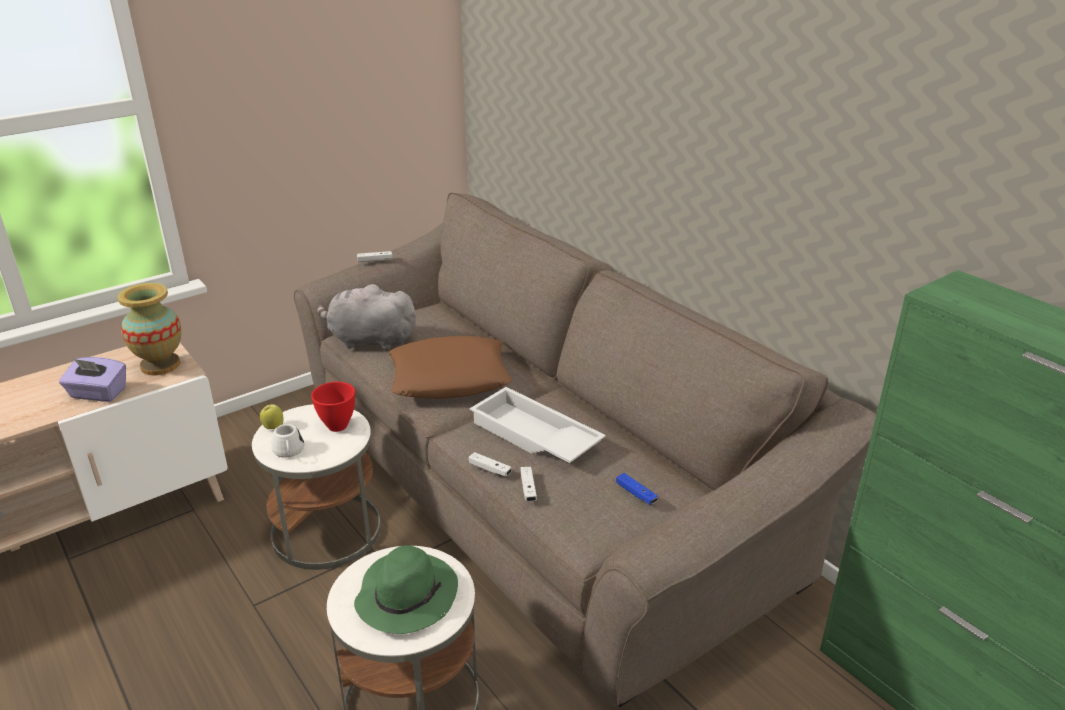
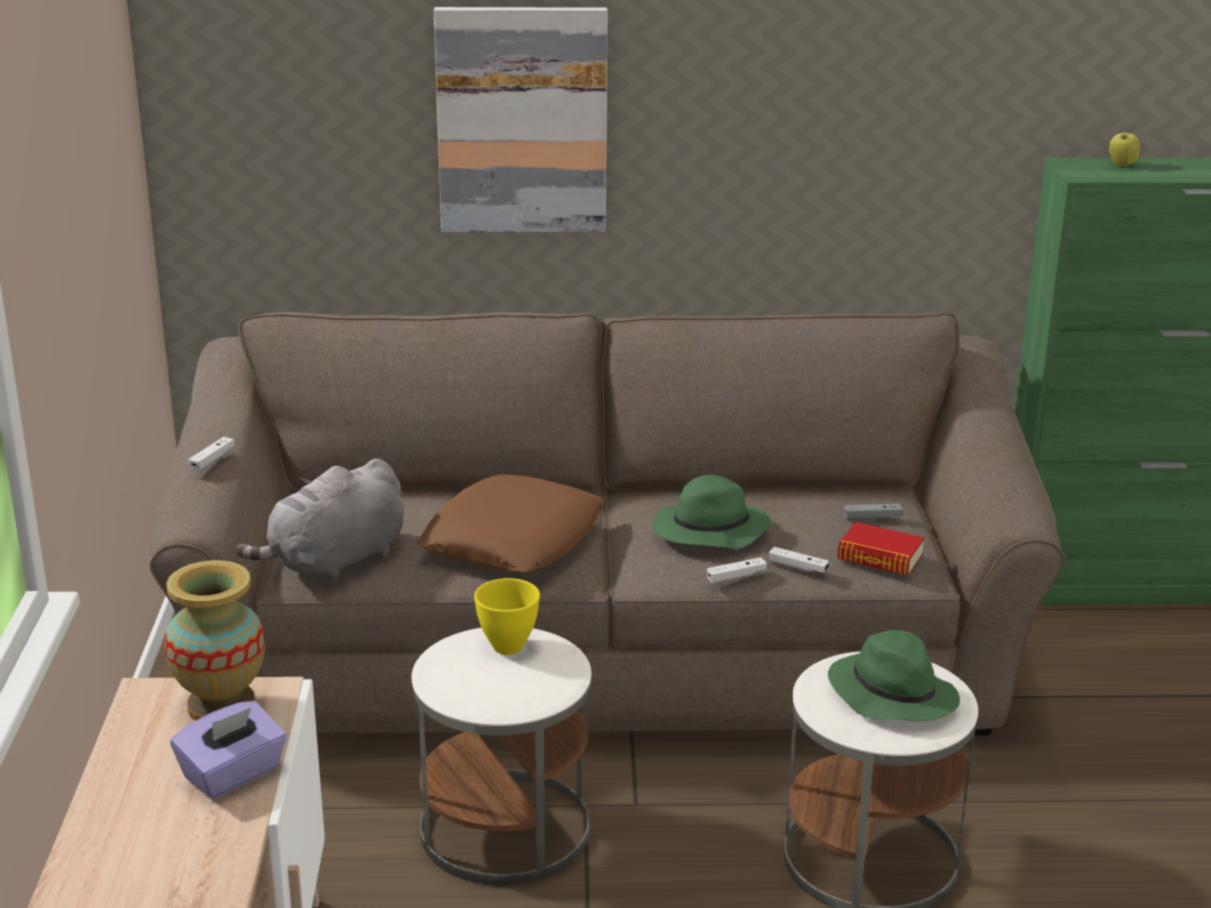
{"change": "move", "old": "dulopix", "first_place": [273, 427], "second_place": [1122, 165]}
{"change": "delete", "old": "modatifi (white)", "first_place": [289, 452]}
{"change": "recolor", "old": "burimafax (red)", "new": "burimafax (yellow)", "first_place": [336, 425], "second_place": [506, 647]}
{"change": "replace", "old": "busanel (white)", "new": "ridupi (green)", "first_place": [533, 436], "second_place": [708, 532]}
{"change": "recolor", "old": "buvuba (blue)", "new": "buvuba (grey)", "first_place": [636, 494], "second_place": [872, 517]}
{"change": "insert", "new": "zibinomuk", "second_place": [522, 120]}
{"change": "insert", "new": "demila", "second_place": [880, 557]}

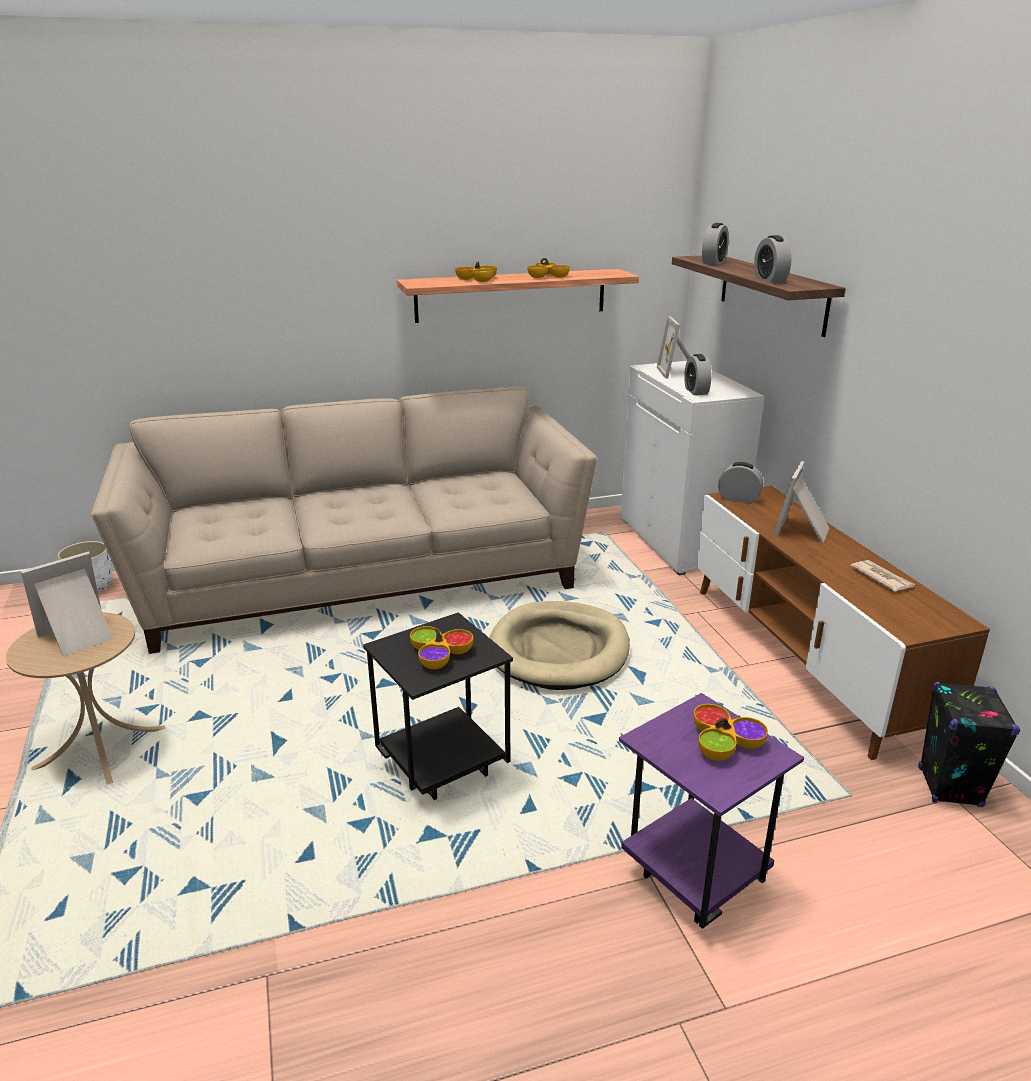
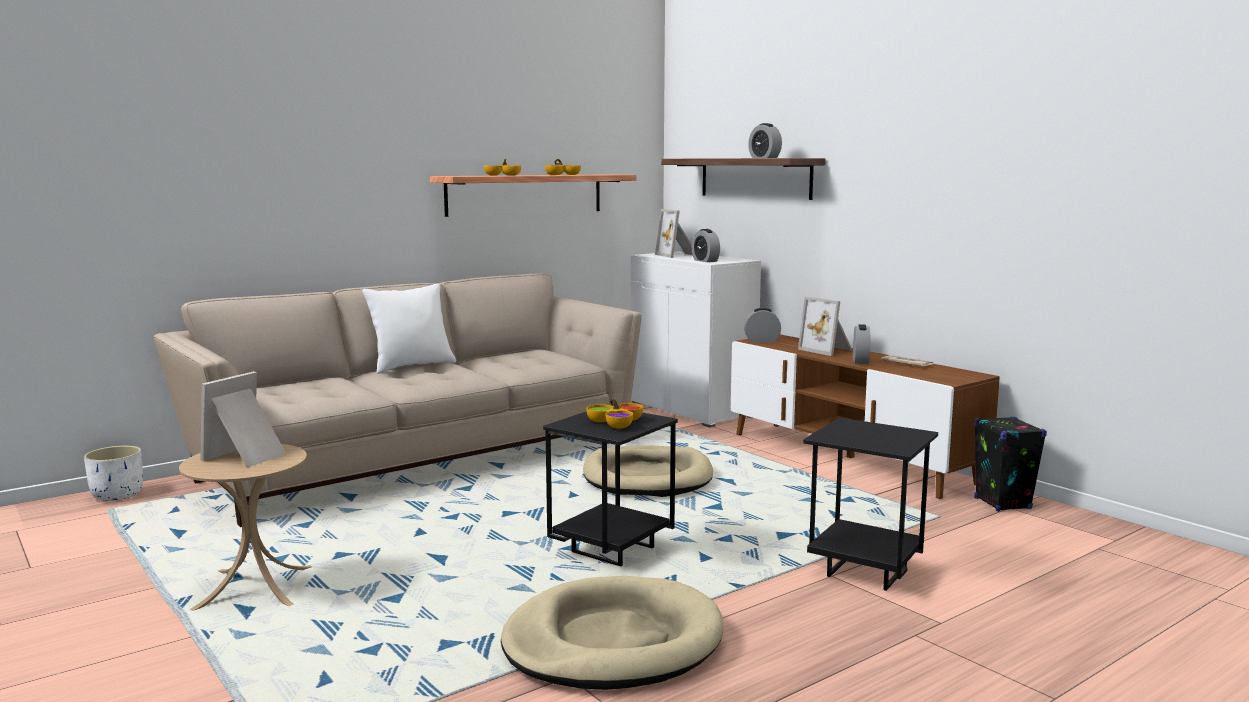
{"change": "recolor", "old": "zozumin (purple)", "new": "zozumin (black)", "first_place": [695, 879], "second_place": [866, 571]}
{"change": "delete", "old": "burimafax", "first_place": [724, 742]}
{"change": "move", "old": "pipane", "first_place": [713, 262], "second_place": [860, 361]}
{"change": "rotate", "old": "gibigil", "first_place": [803, 531], "second_place": [827, 350], "degrees": -45}
{"change": "insert", "new": "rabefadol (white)", "second_place": [411, 366]}
{"change": "insert", "new": "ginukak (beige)", "second_place": [612, 642]}

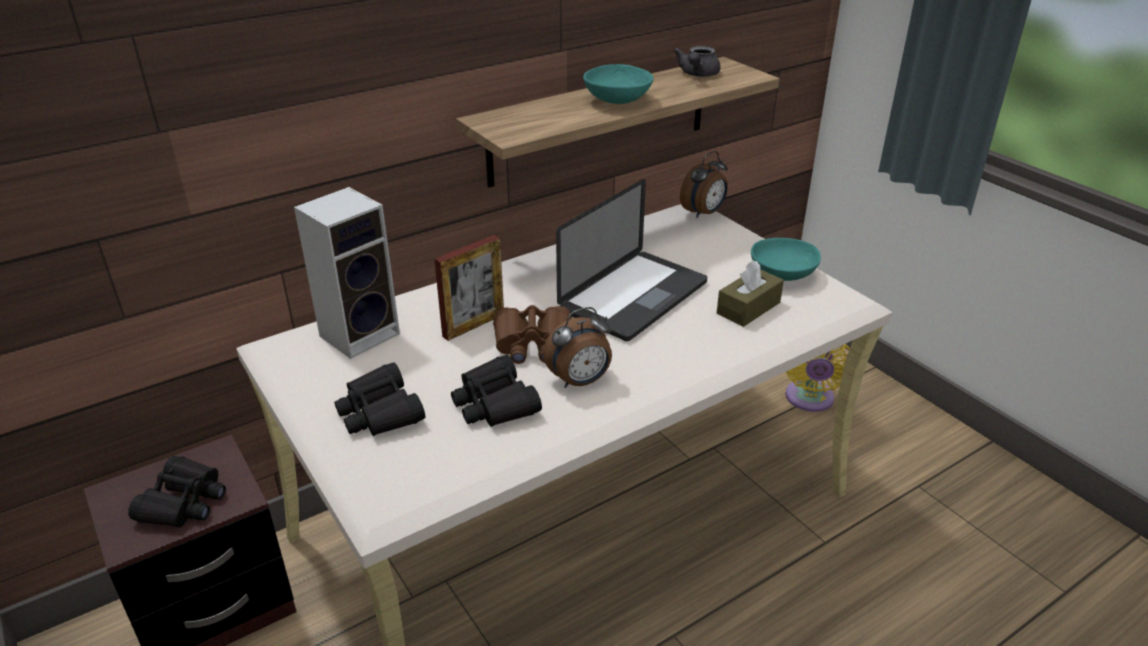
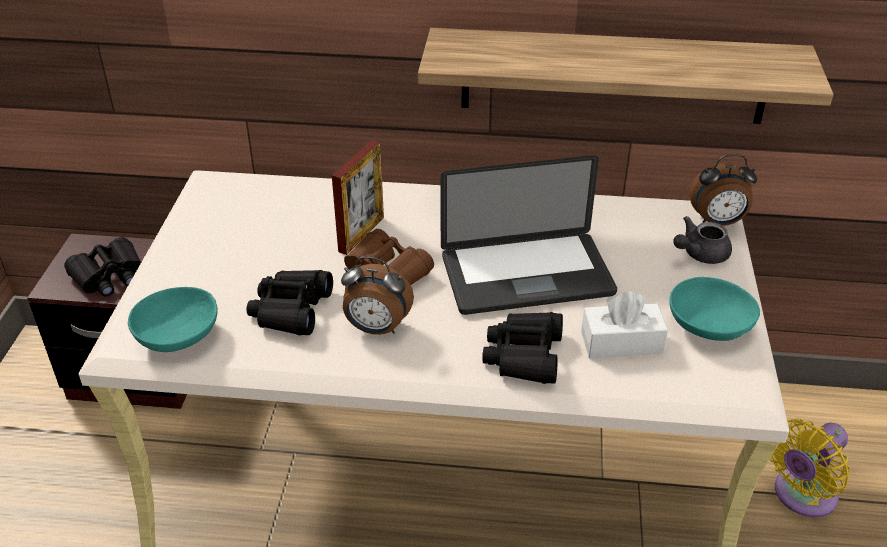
{"change": "delete", "old": "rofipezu", "first_place": [361, 333]}
{"change": "move", "old": "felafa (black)", "first_place": [380, 412], "second_place": [524, 355]}
{"change": "rotate", "old": "gibigil", "first_place": [473, 325], "second_place": [361, 234], "degrees": -60}
{"change": "move", "old": "burimafax (turquoise)", "first_place": [616, 101], "second_place": [177, 337]}
{"change": "move", "old": "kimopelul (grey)", "first_place": [697, 75], "second_place": [699, 254]}
{"change": "recolor", "old": "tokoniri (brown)", "new": "tokoniri (white)", "first_place": [748, 308], "second_place": [621, 342]}

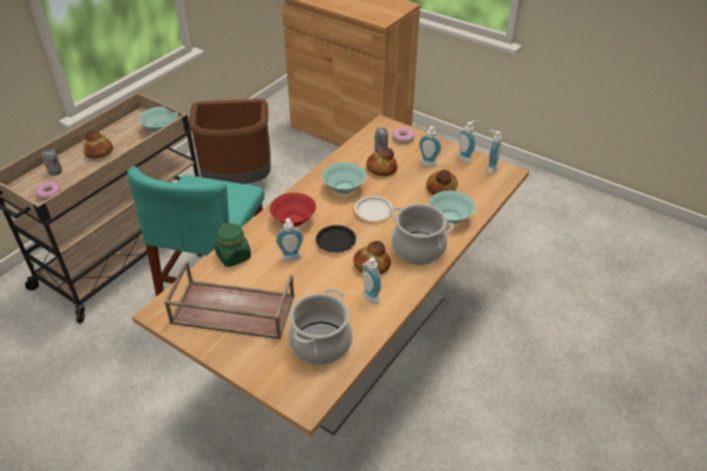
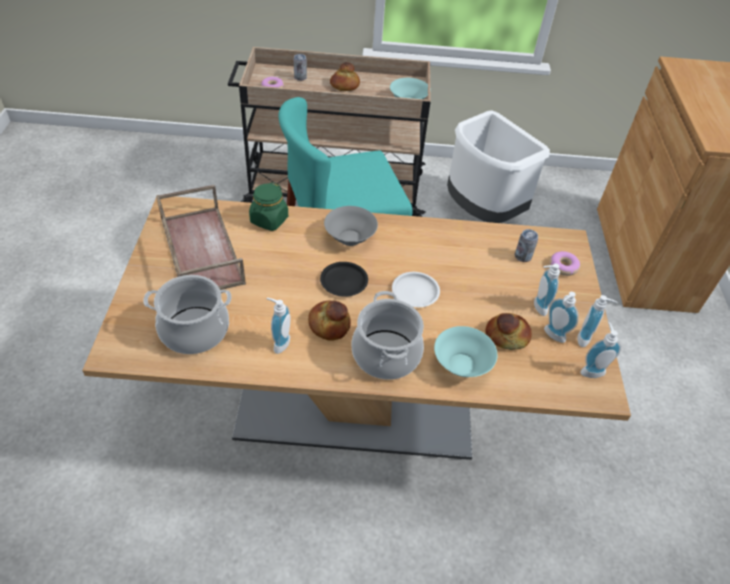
{"change": "recolor", "old": "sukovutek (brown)", "new": "sukovutek (white)", "first_place": [238, 181], "second_place": [482, 212]}
{"change": "recolor", "old": "burimafax (red)", "new": "burimafax (grey)", "first_place": [293, 220], "second_place": [350, 237]}
{"change": "move", "old": "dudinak", "first_place": [291, 259], "second_place": [552, 336]}
{"change": "delete", "old": "burimafax (turquoise)", "first_place": [344, 188]}
{"change": "delete", "old": "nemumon", "first_place": [381, 168]}

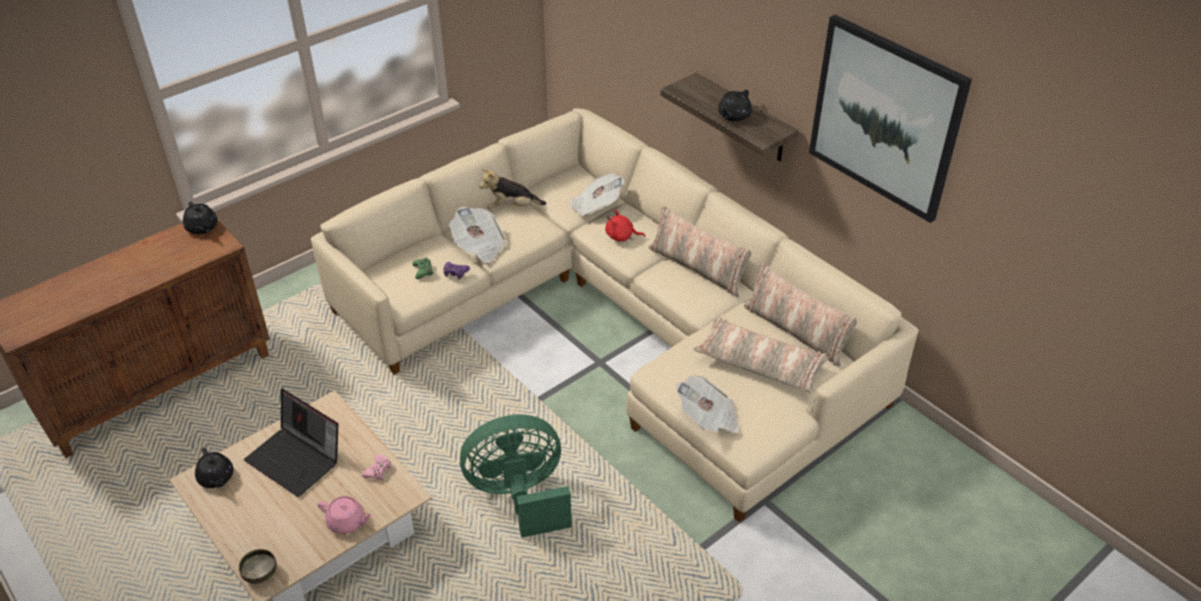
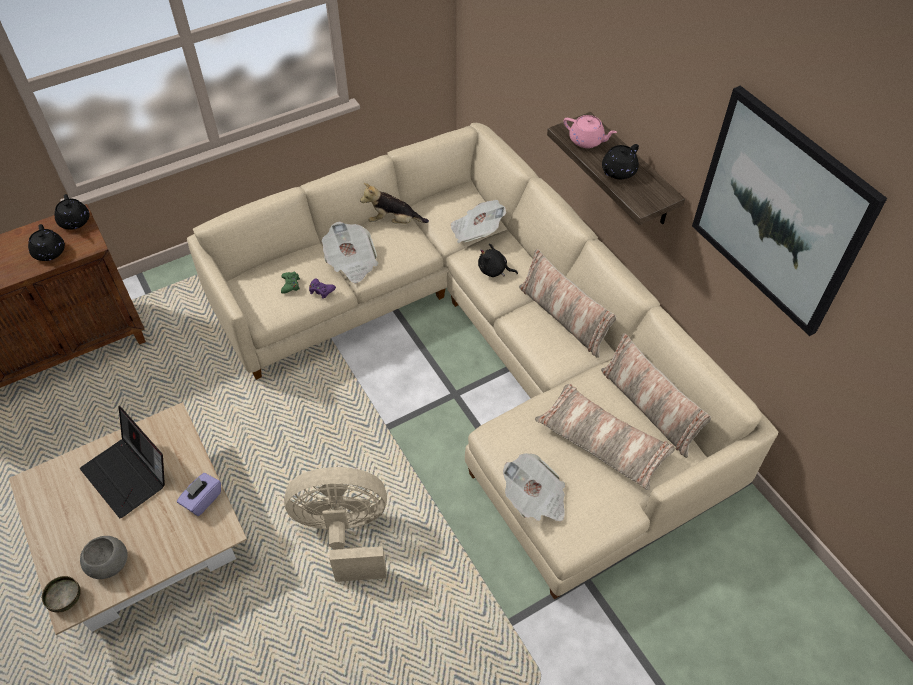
{"change": "move", "old": "kimopelul (black)", "first_place": [216, 478], "second_place": [49, 253]}
{"change": "move", "old": "kimopelul (pink)", "first_place": [347, 522], "second_place": [587, 141]}
{"change": "replace", "old": "buvuba (pink)", "new": "tokoniri (purple)", "first_place": [378, 470], "second_place": [202, 500]}
{"change": "recolor", "old": "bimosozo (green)", "new": "bimosozo (beige)", "first_place": [519, 496], "second_place": [345, 534]}
{"change": "recolor", "old": "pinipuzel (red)", "new": "pinipuzel (black)", "first_place": [621, 237], "second_place": [494, 270]}
{"change": "insert", "new": "burimafax (grey)", "second_place": [109, 565]}

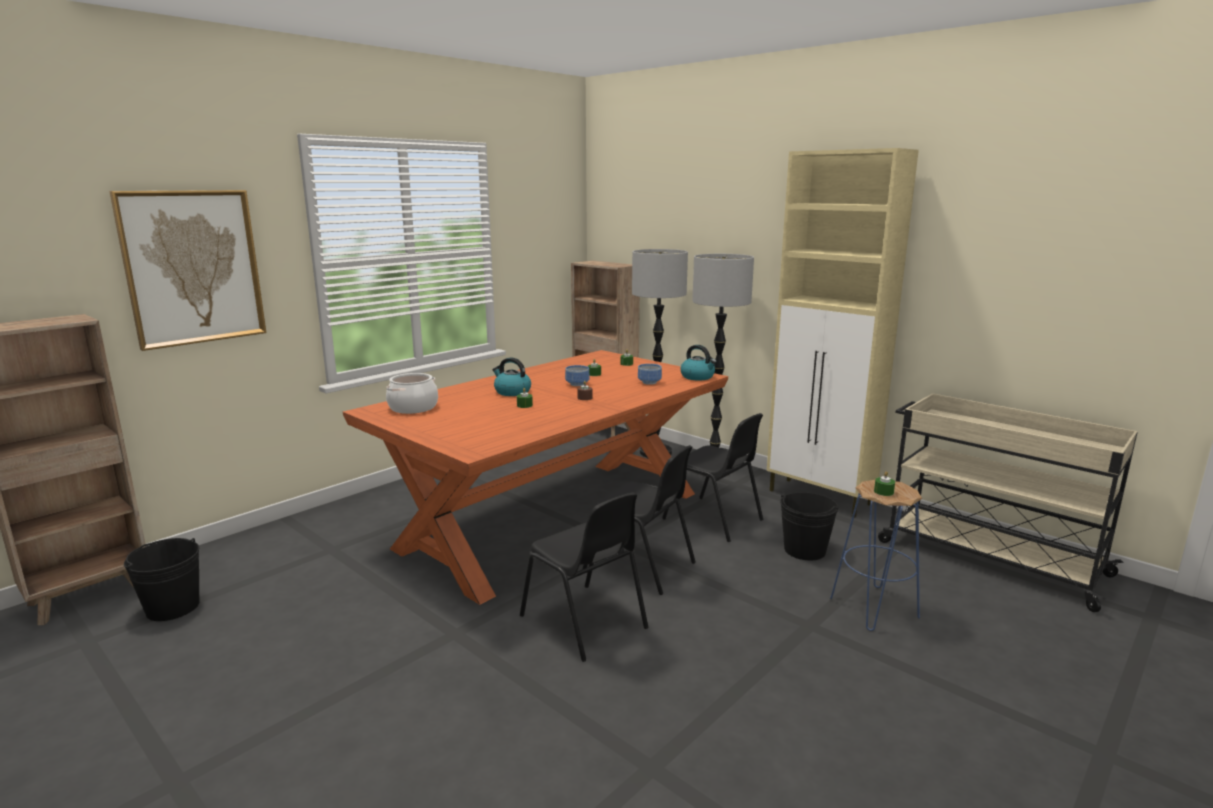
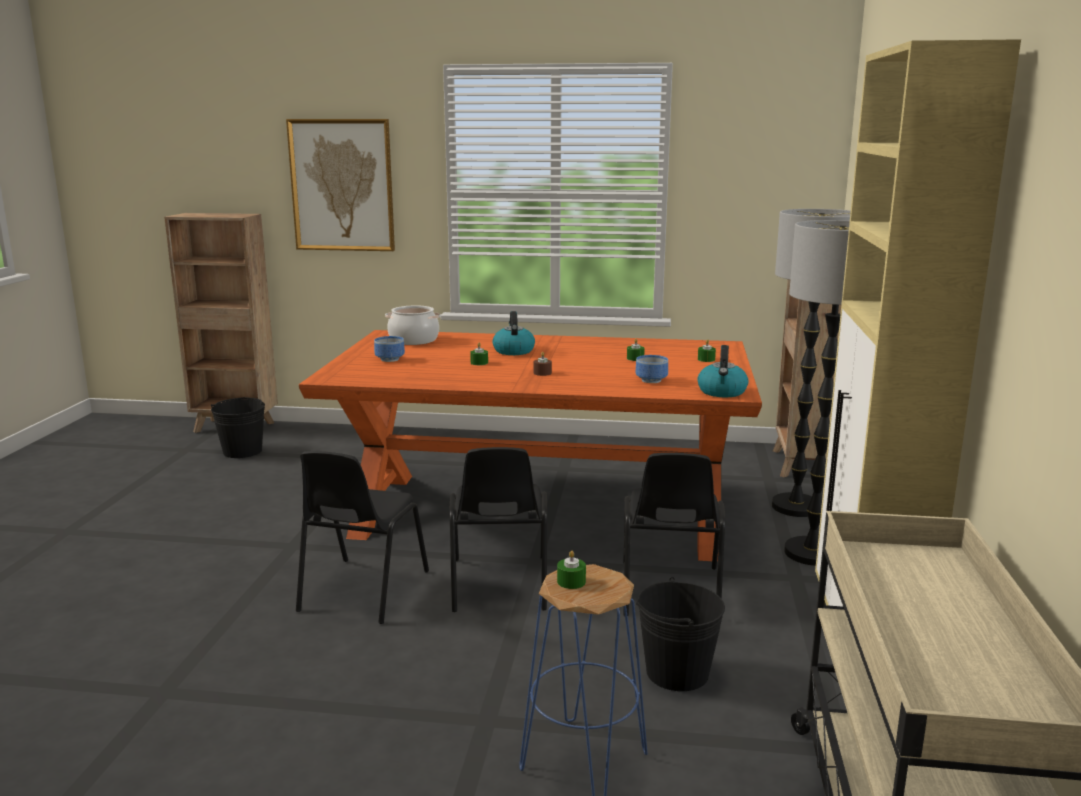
{"change": "move", "old": "burimafax", "first_place": [577, 384], "second_place": [388, 359]}

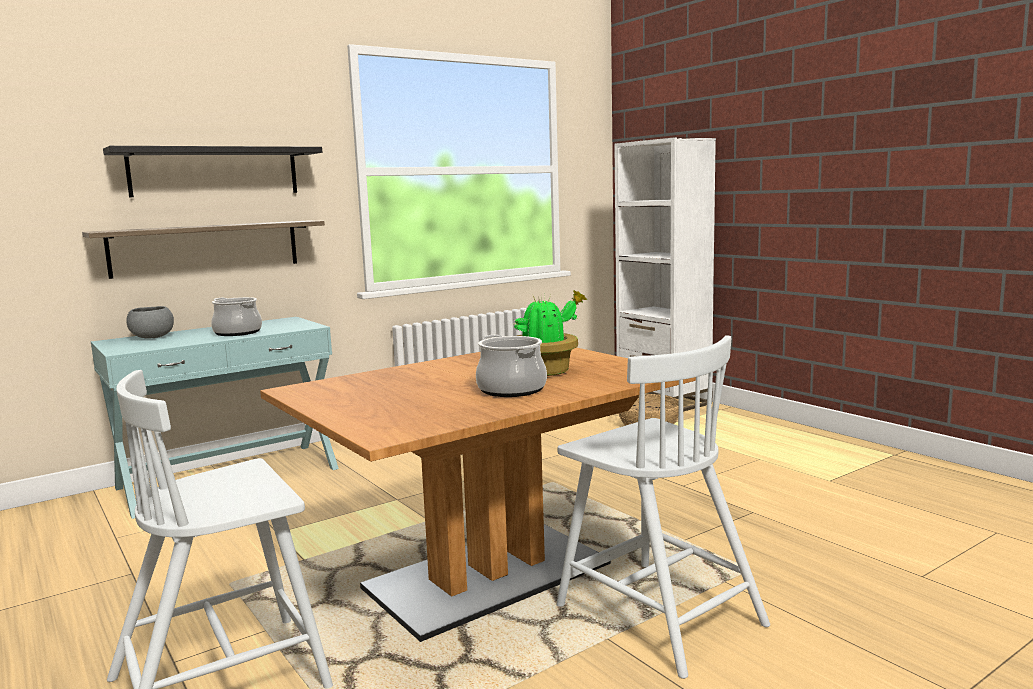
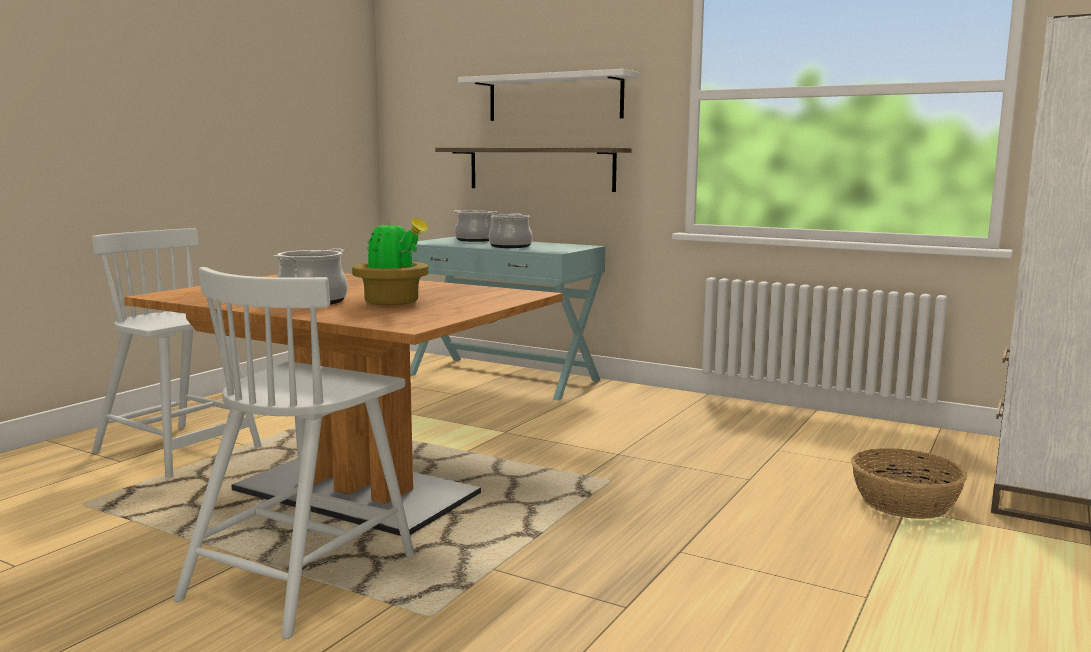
{"change": "recolor", "old": "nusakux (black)", "new": "nusakux (white)", "first_place": [215, 172], "second_place": [554, 98]}
{"change": "replace", "old": "burimafax (grey)", "new": "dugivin", "first_place": [152, 337], "second_place": [475, 240]}

